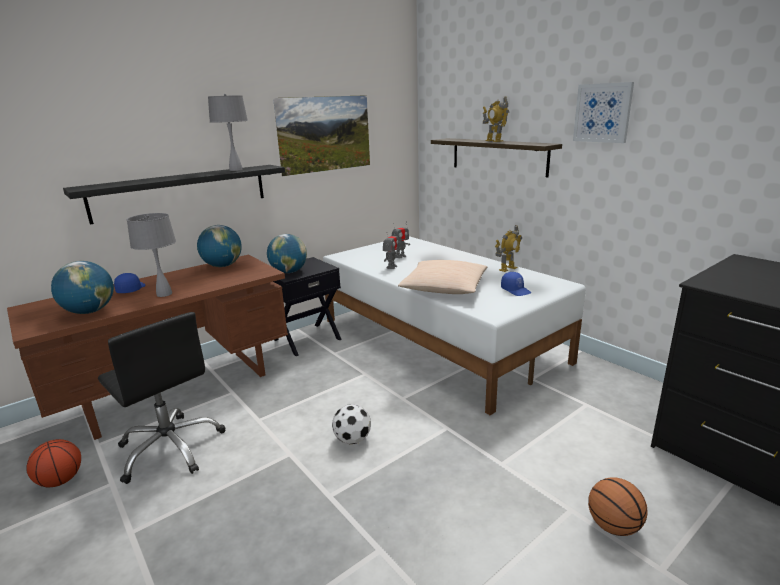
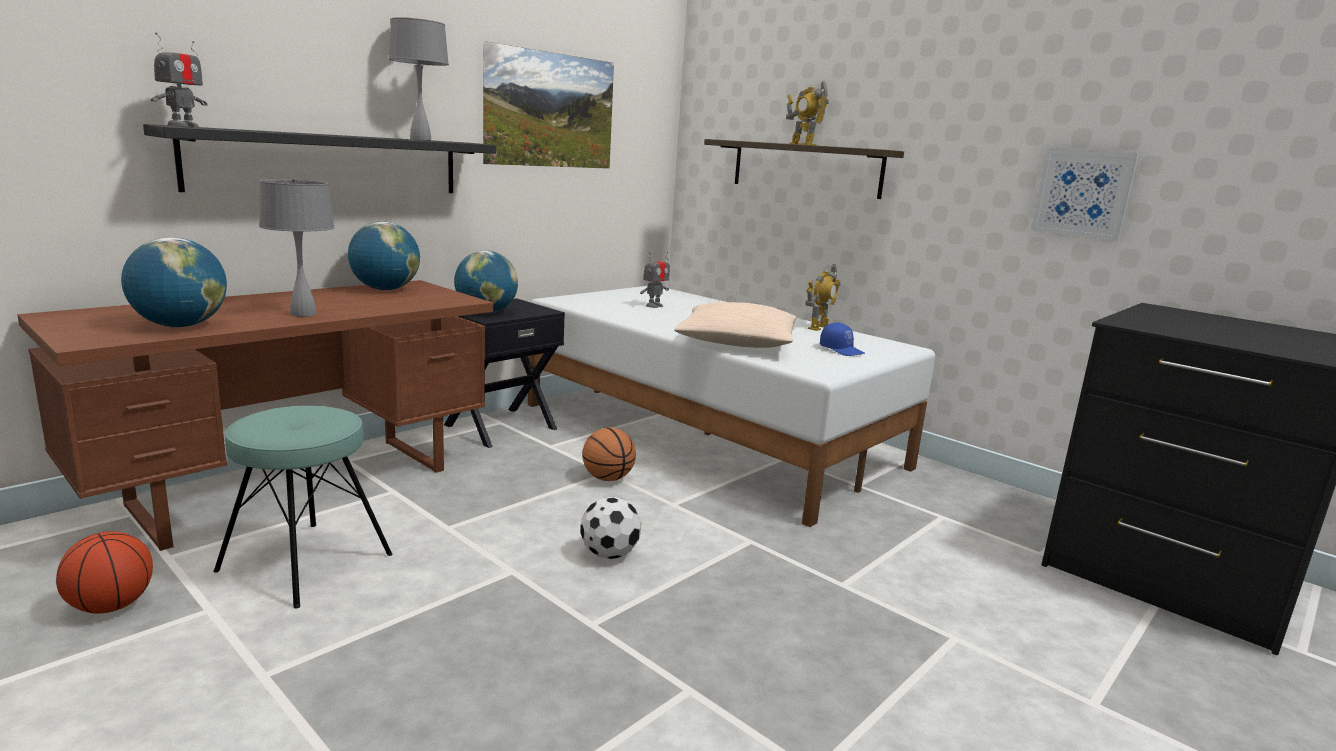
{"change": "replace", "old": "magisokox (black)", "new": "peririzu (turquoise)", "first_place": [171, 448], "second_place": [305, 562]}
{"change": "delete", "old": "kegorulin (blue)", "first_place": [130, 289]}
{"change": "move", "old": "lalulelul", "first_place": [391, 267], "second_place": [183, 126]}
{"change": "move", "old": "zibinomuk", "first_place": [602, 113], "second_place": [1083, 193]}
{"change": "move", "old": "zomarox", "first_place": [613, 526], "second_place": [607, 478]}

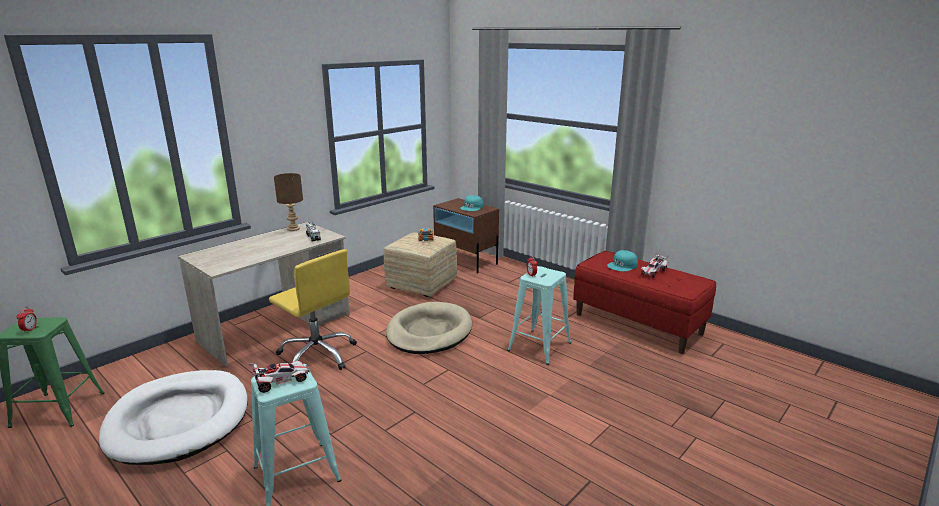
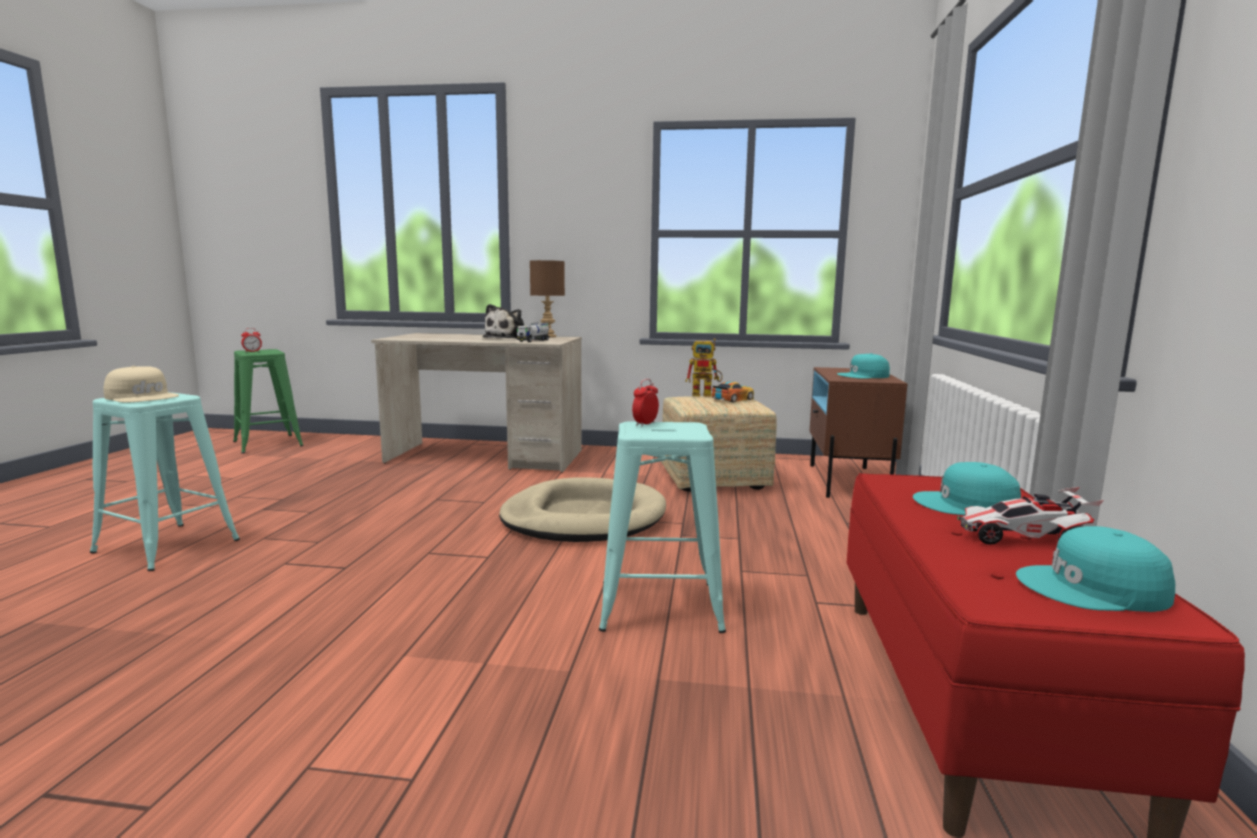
{"change": "delete", "old": "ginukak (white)", "first_place": [179, 420]}
{"change": "replace", "old": "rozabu", "new": "kegorulin (beige)", "first_place": [281, 381], "second_place": [143, 397]}
{"change": "delete", "old": "magisokox (yellow)", "first_place": [317, 355]}
{"change": "insert", "new": "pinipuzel", "second_place": [508, 338]}
{"change": "insert", "new": "lalulelul", "second_place": [706, 394]}
{"change": "insert", "new": "kegorulin (turquoise)", "second_place": [1093, 589]}

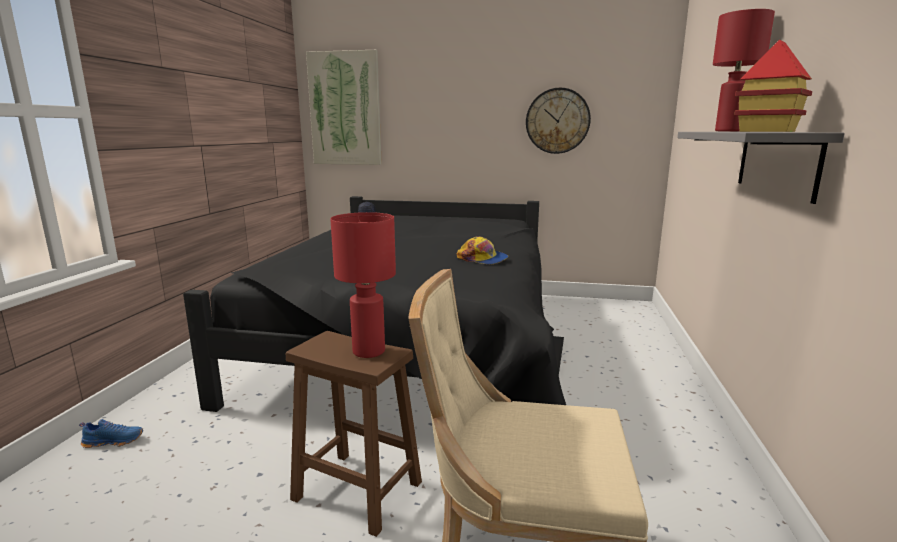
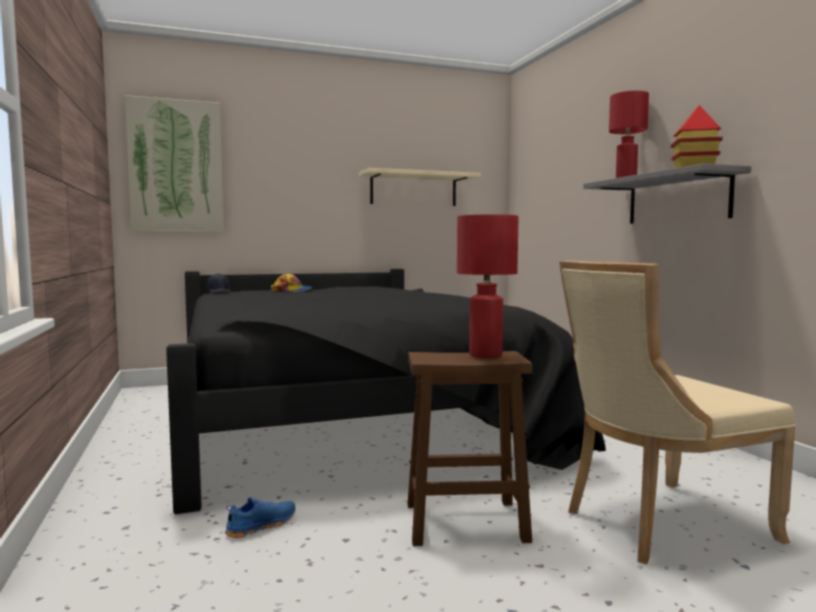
{"change": "move", "old": "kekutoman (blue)", "first_place": [114, 441], "second_place": [260, 526]}
{"change": "move", "old": "kegorulin", "first_place": [483, 259], "second_place": [292, 290]}
{"change": "replace", "old": "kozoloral", "new": "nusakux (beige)", "first_place": [557, 121], "second_place": [413, 189]}

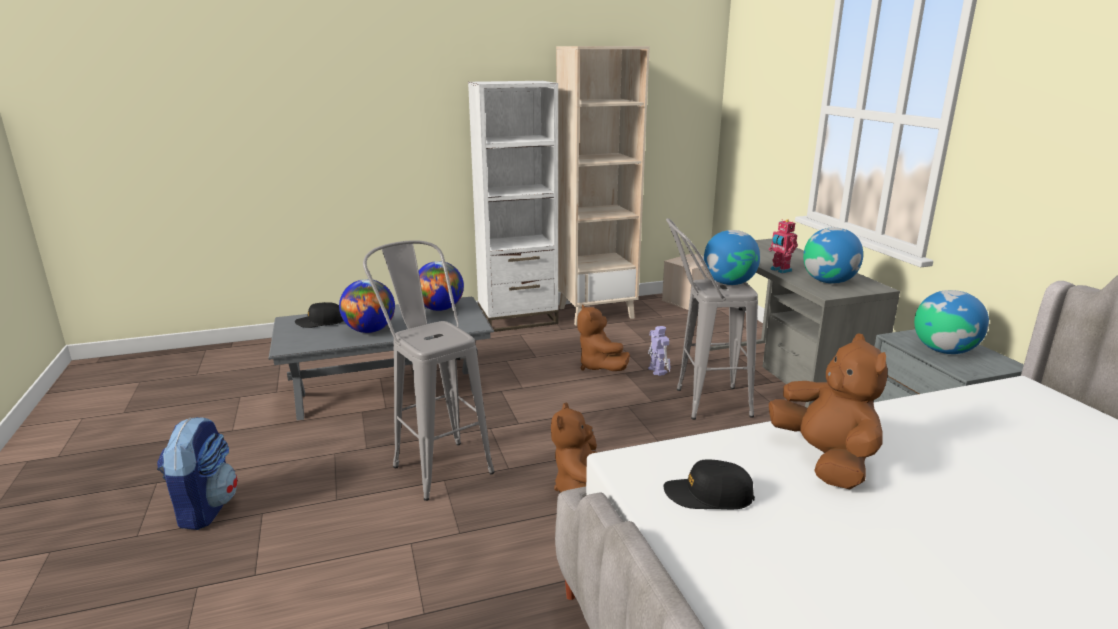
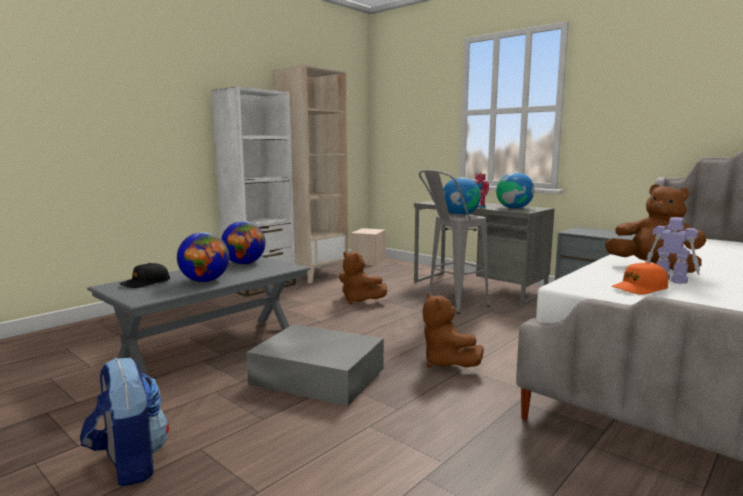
{"change": "replace", "old": "peririzu (grey)", "new": "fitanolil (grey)", "first_place": [436, 463], "second_place": [316, 375]}
{"change": "move", "old": "lalulelul", "first_place": [657, 370], "second_place": [669, 279]}
{"change": "recolor", "old": "kegorulin (black)", "new": "kegorulin (orange)", "first_place": [708, 495], "second_place": [639, 288]}
{"change": "delete", "old": "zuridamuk", "first_place": [944, 350]}

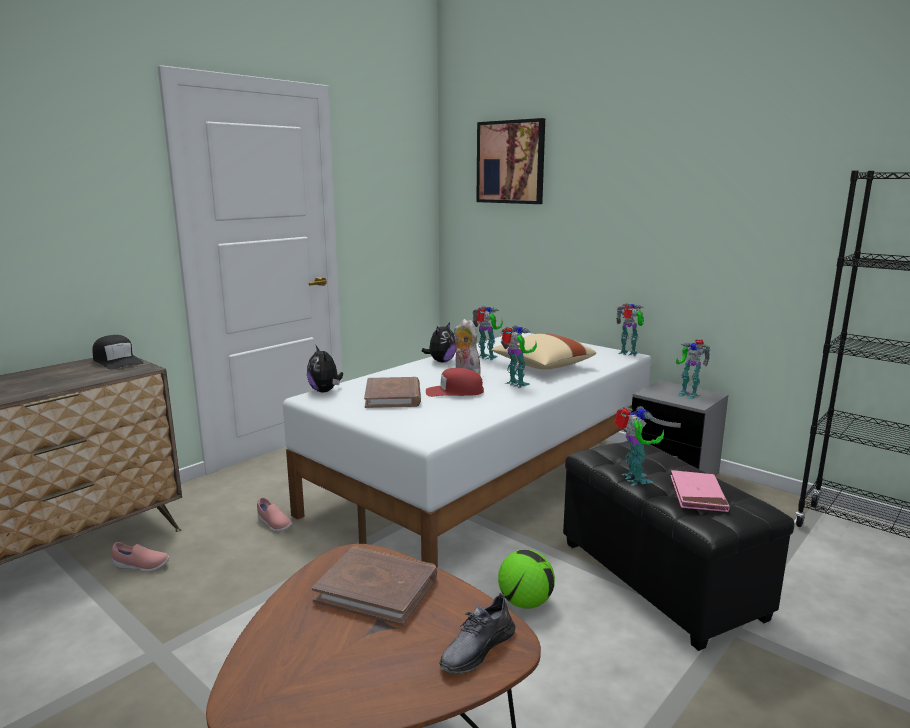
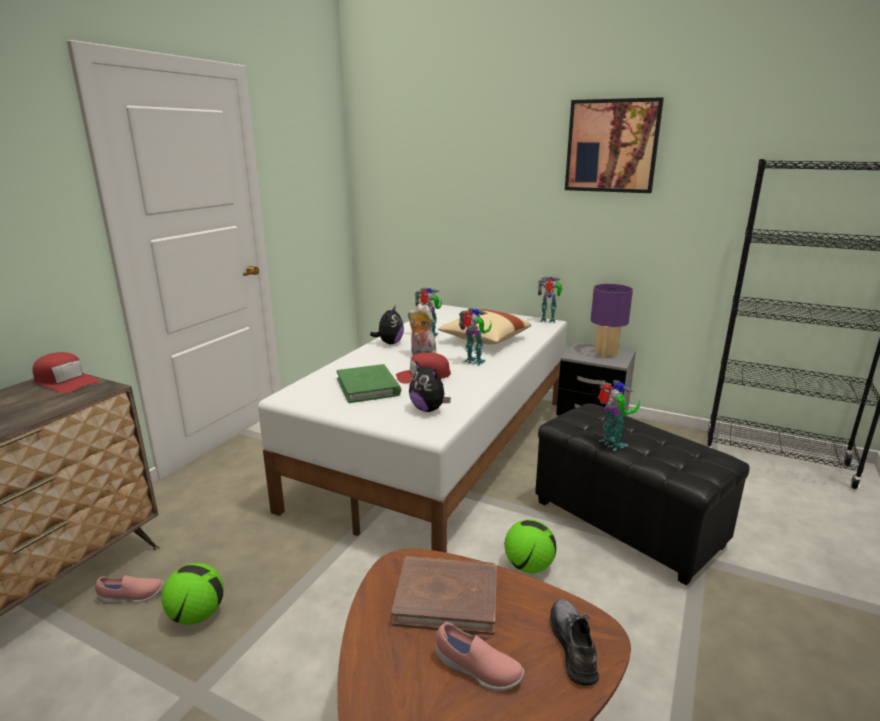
{"change": "recolor", "old": "kegorulin (black)", "new": "kegorulin (red)", "first_place": [117, 361], "second_place": [65, 381]}
{"change": "move", "old": "kekutoman (pink)", "first_place": [274, 524], "second_place": [477, 670]}
{"change": "move", "old": "pinipuzel", "first_place": [325, 391], "second_place": [428, 409]}
{"change": "recolor", "old": "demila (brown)", "new": "demila (green)", "first_place": [393, 396], "second_place": [368, 387]}
{"change": "rotate", "old": "kekutoman (grey)", "first_place": [477, 649], "second_place": [573, 645], "degrees": 150}
{"change": "move", "old": "zibinomuk", "first_place": [510, 162], "second_place": [612, 146]}
{"change": "delete", "old": "demila (pink)", "first_place": [697, 494]}
{"change": "replace", "old": "lalulelul", "new": "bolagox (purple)", "first_place": [688, 394], "second_place": [605, 354]}
{"change": "insert", "new": "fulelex", "second_place": [197, 615]}

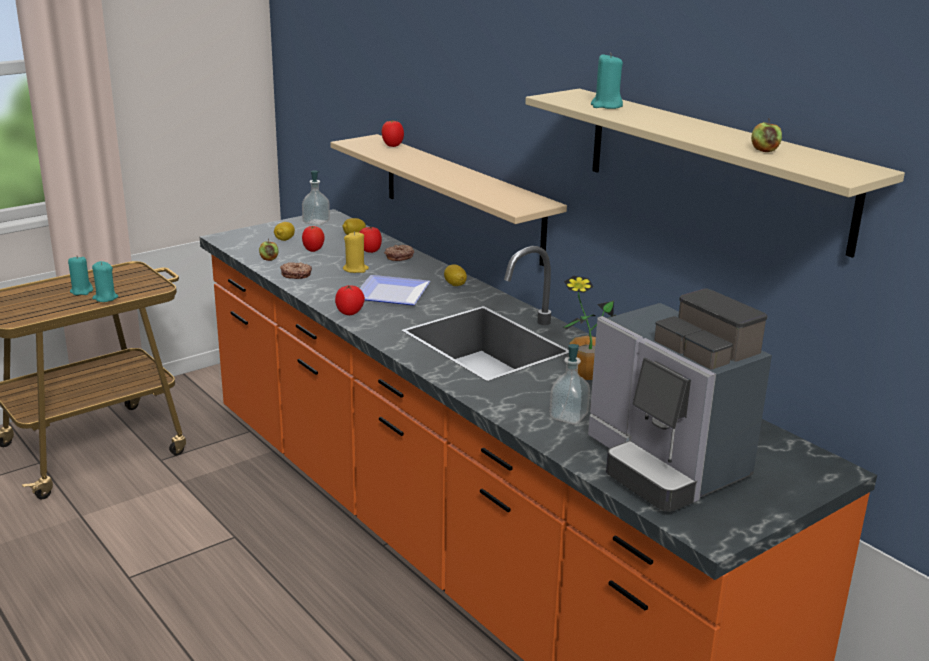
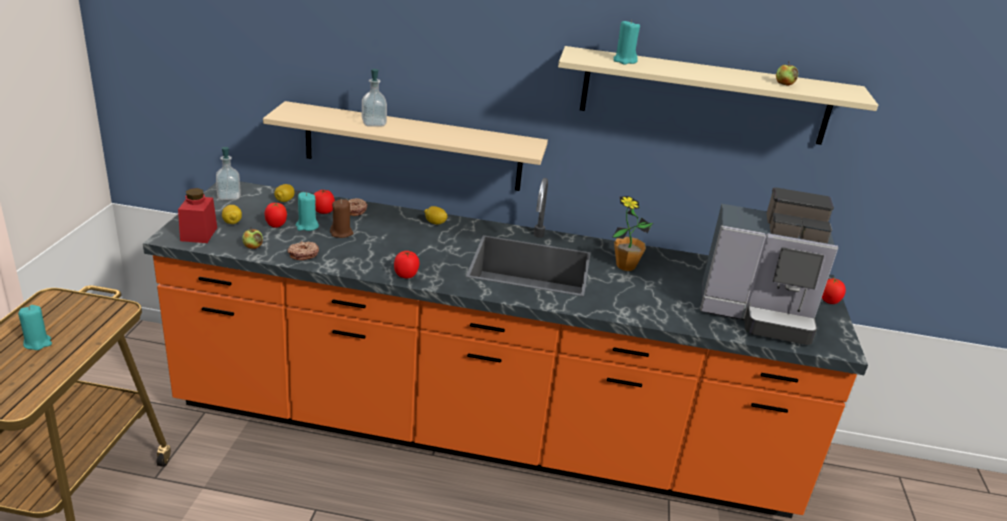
{"change": "move", "old": "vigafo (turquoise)", "first_place": [105, 298], "second_place": [307, 226]}
{"change": "recolor", "old": "vigafo (yellow)", "new": "vigafo (brown)", "first_place": [355, 269], "second_place": [341, 233]}
{"change": "delete", "old": "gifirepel", "first_place": [389, 294]}
{"change": "move", "old": "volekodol", "first_place": [392, 146], "second_place": [828, 302]}
{"change": "move", "old": "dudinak", "first_place": [568, 417], "second_place": [374, 123]}
{"change": "insert", "new": "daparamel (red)", "second_place": [199, 234]}

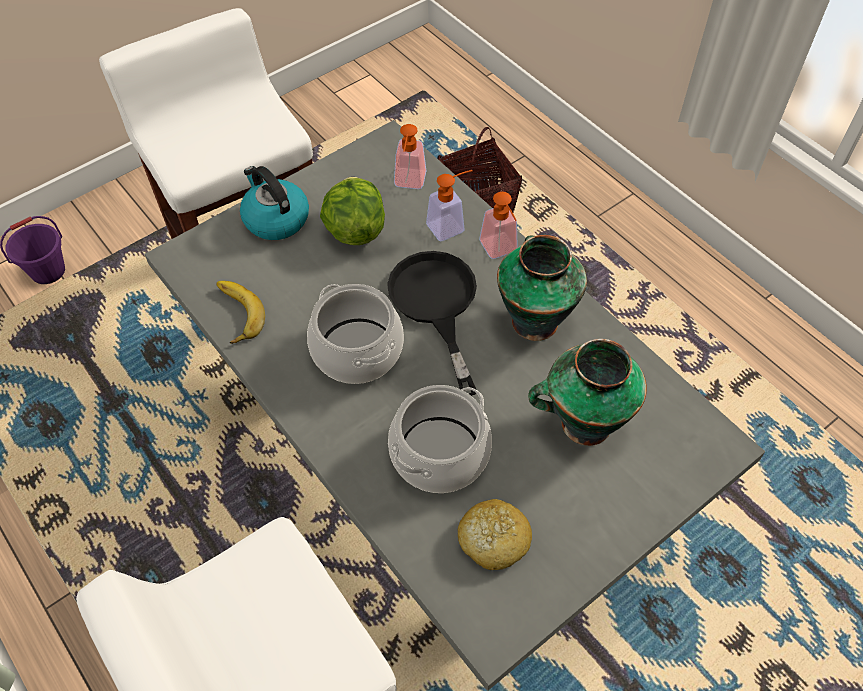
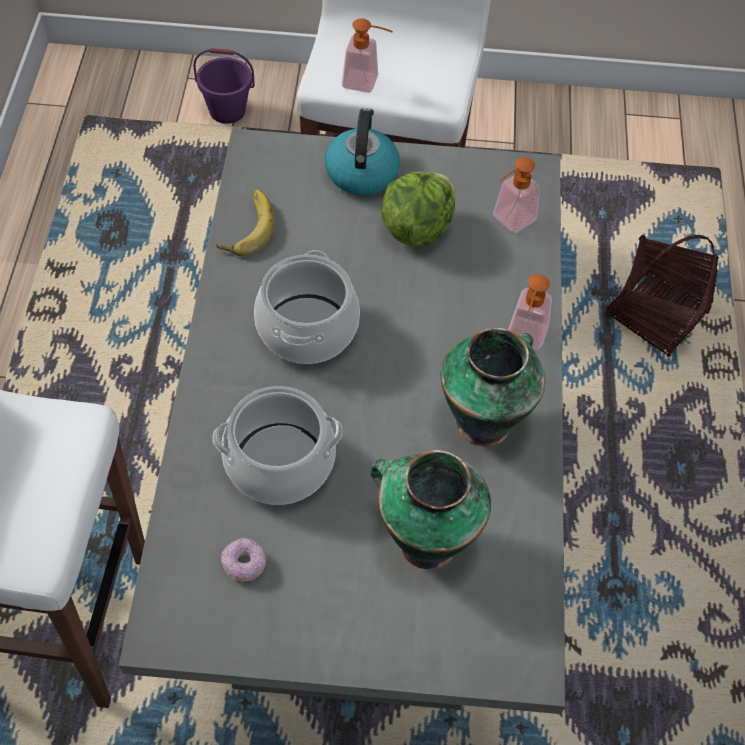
{"change": "delete", "old": "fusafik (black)", "first_place": [436, 305]}
{"change": "move", "old": "dudinak", "first_place": [451, 225], "second_place": [367, 83]}
{"change": "replace", "old": "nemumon", "new": "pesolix", "first_place": [493, 540], "second_place": [244, 564]}

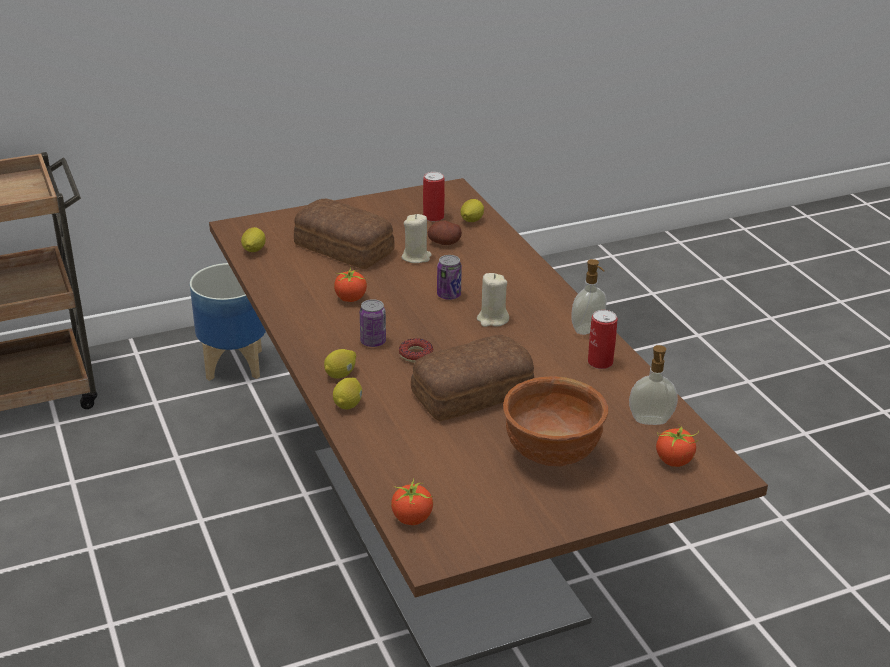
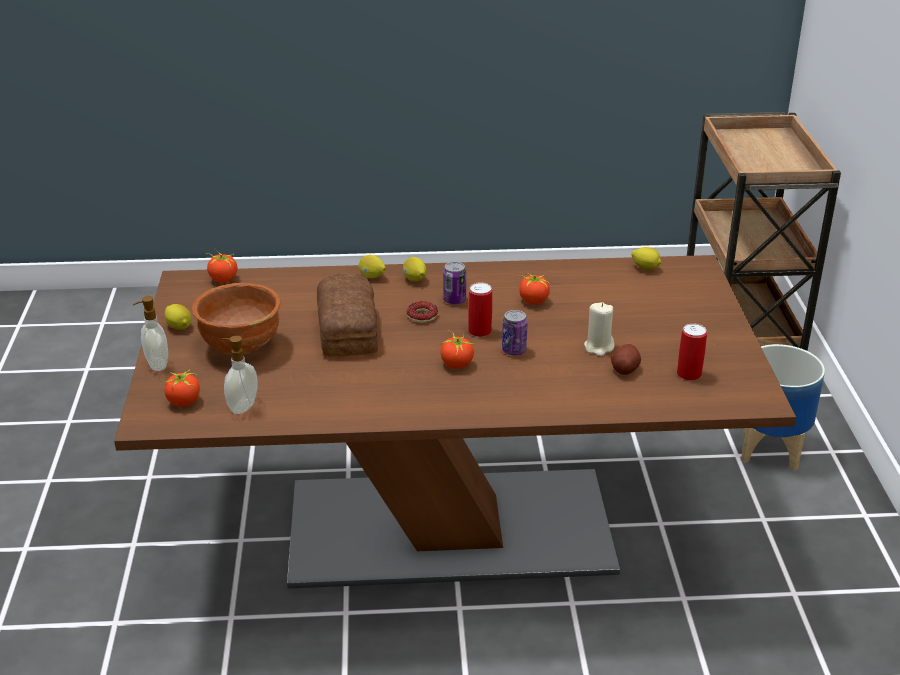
{"change": "delete", "old": "nemumon", "first_place": [344, 249]}
{"change": "move", "old": "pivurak", "first_place": [471, 221], "second_place": [179, 327]}
{"change": "replace", "old": "vigafo (beige)", "new": "volekodol", "first_place": [492, 319], "second_place": [456, 364]}
{"change": "move", "old": "dudinak", "first_place": [588, 330], "second_place": [156, 365]}
{"change": "move", "old": "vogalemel", "first_place": [600, 362], "second_place": [479, 331]}

